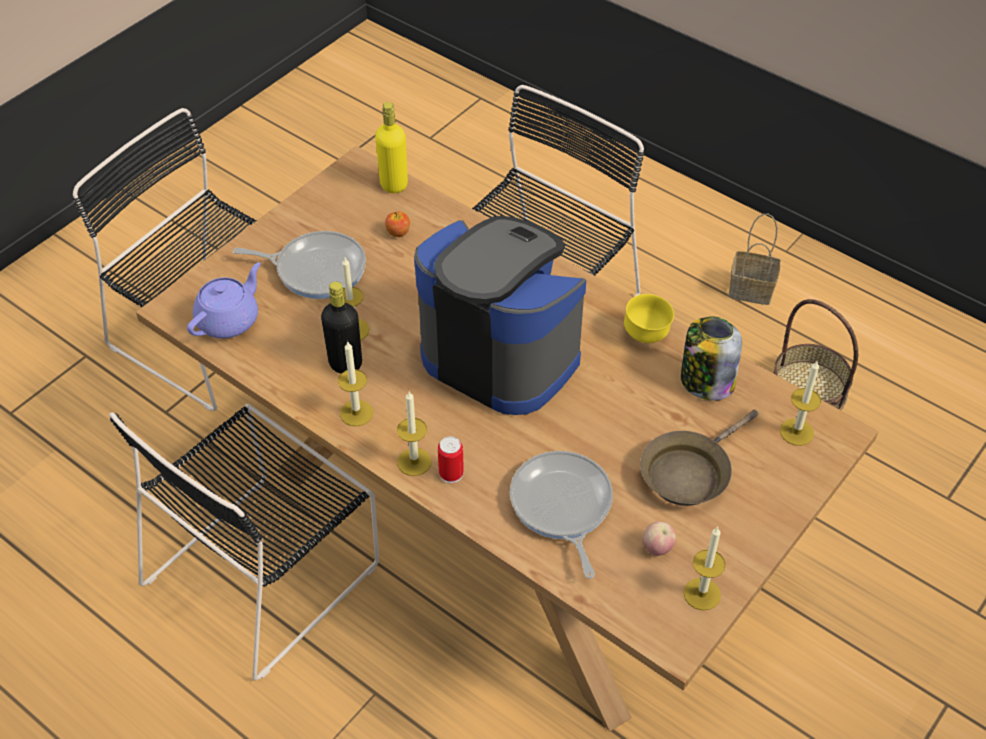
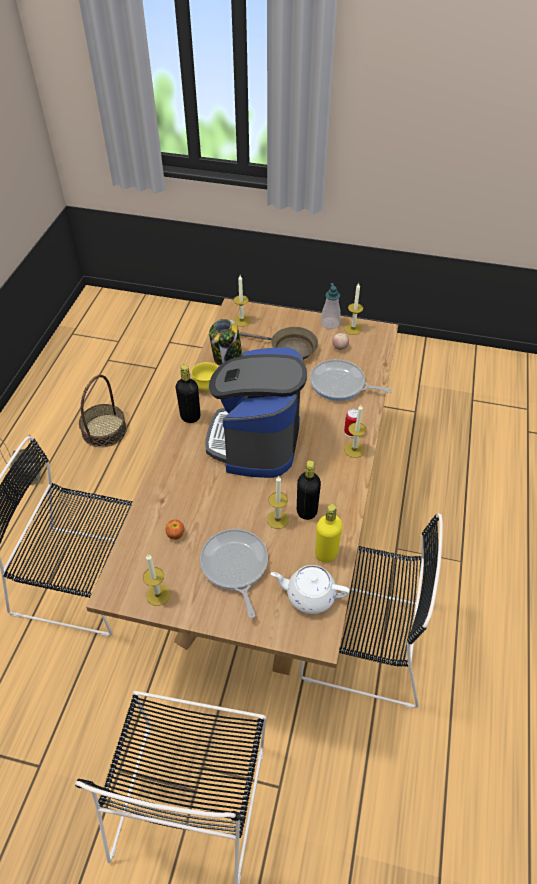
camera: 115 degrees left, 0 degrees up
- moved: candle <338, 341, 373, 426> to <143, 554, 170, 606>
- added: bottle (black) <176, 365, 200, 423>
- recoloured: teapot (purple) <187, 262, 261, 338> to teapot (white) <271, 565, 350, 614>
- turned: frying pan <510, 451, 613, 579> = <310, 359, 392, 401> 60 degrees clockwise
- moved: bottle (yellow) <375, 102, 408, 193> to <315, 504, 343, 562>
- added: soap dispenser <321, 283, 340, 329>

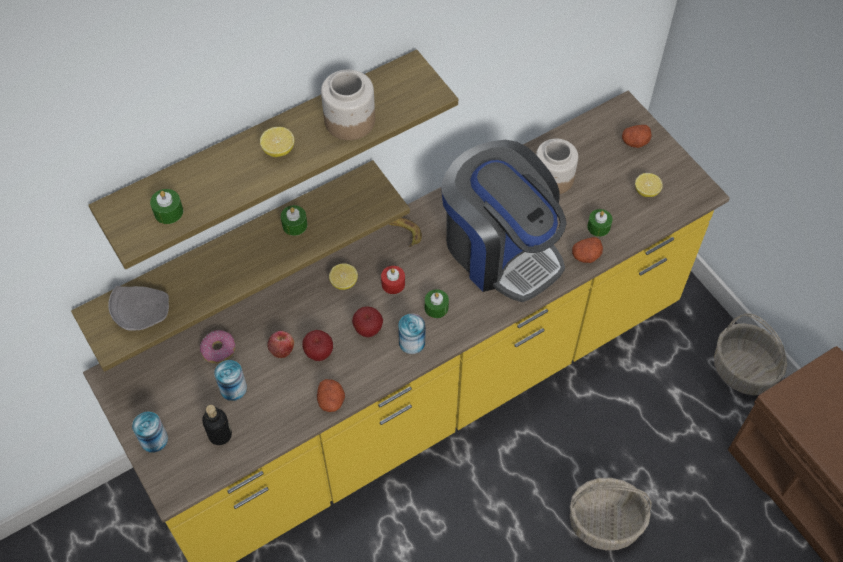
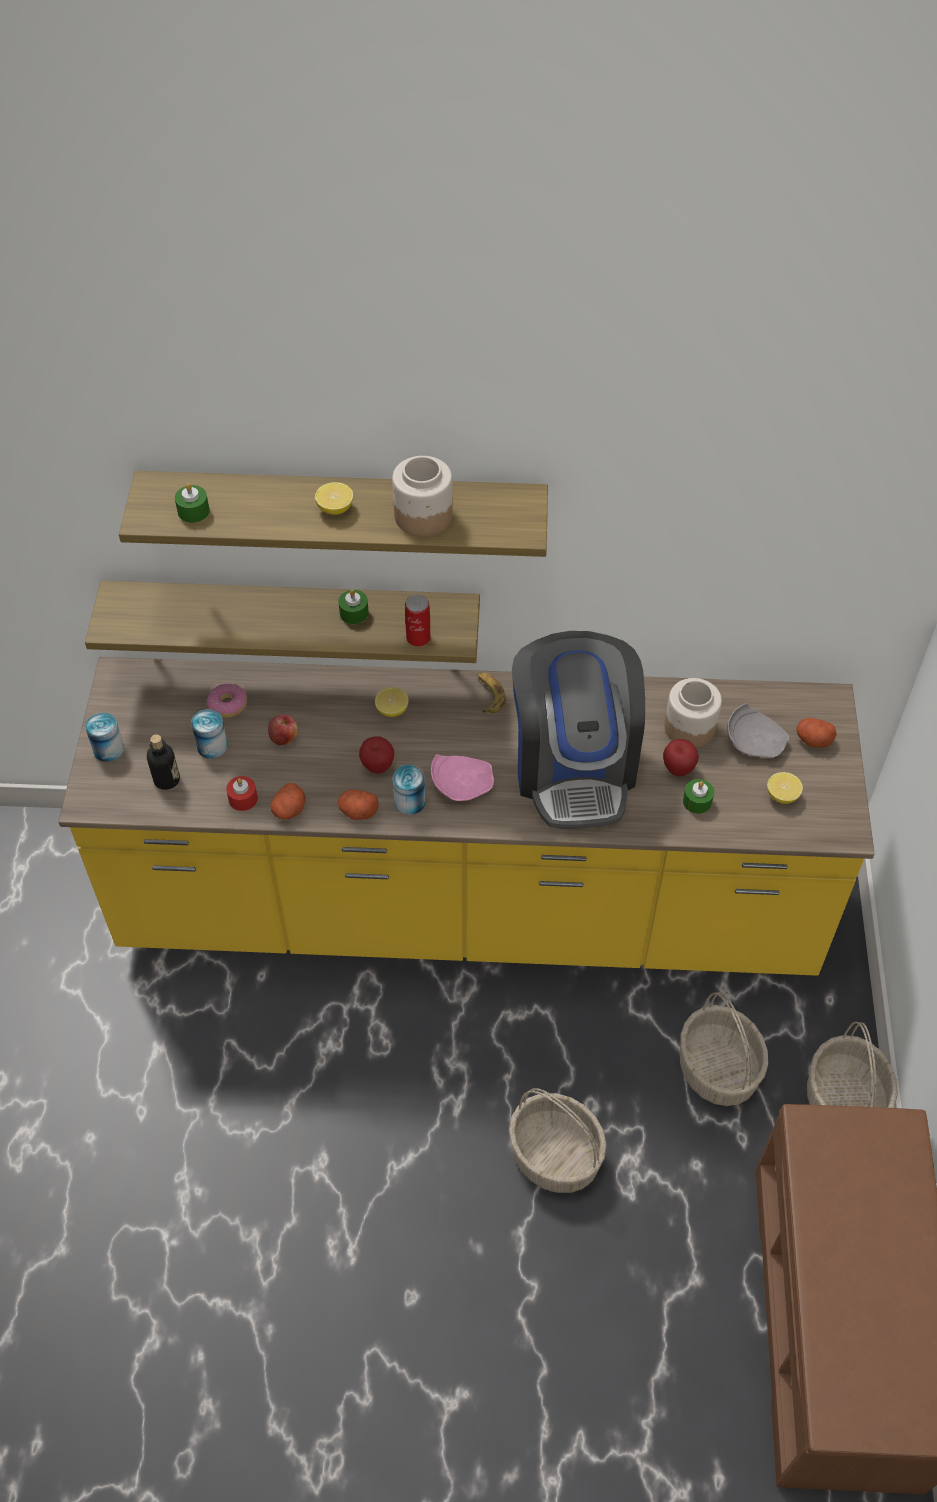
camera: 35 degrees right, 5 degrees down
- moved: candle (red) <381, 266, 405, 294> to <226, 776, 258, 811>
- moved: potato <572, 237, 603, 263> to <337, 790, 379, 820>
- added: can <405, 595, 431, 647>
- replaced: candle (green) <425, 289, 449, 318> to plate (pink) <431, 754, 494, 801>
- moved: apple <302, 330, 333, 361> to <663, 739, 699, 777>
- added: basket <680, 992, 768, 1106>
- moved: plate (grey) <108, 286, 169, 331> to <727, 703, 790, 758>

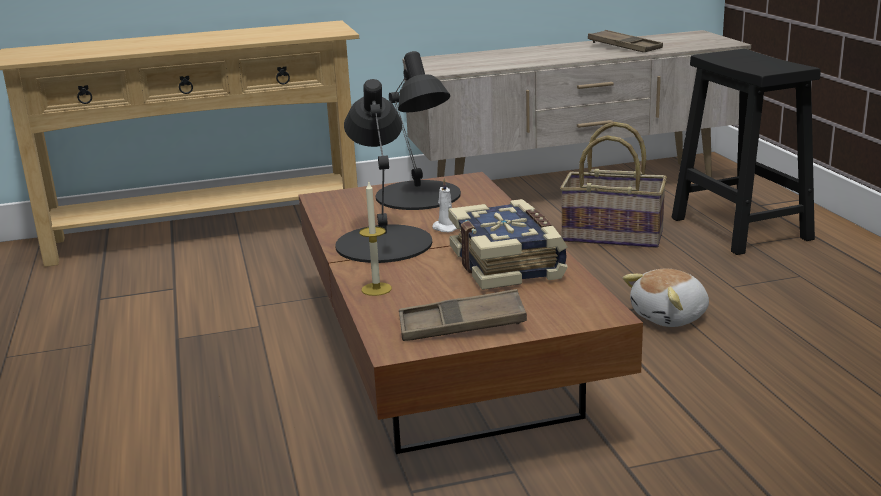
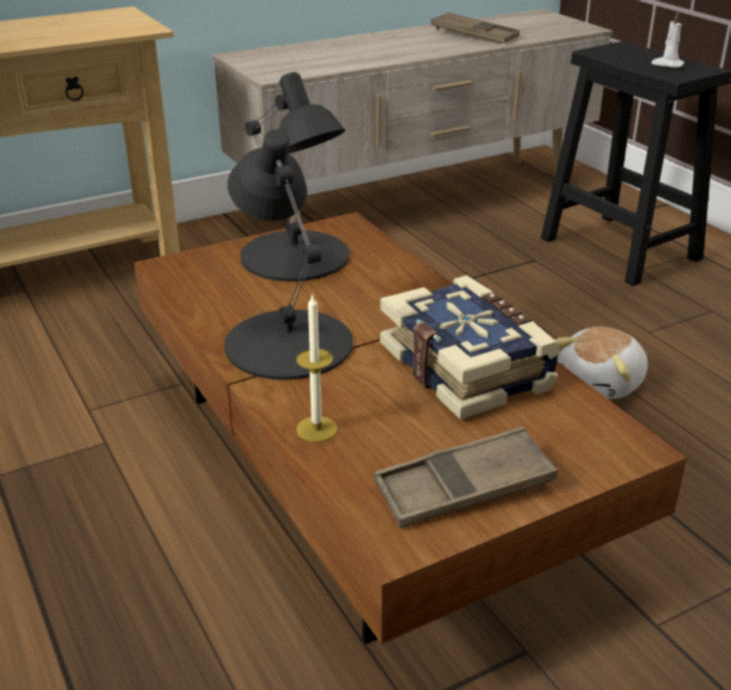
camera: 15 degrees left, 10 degrees up
- moved: candle (white) <432, 178, 457, 232> to <652, 11, 685, 68>
- removed: basket <560, 122, 667, 248>

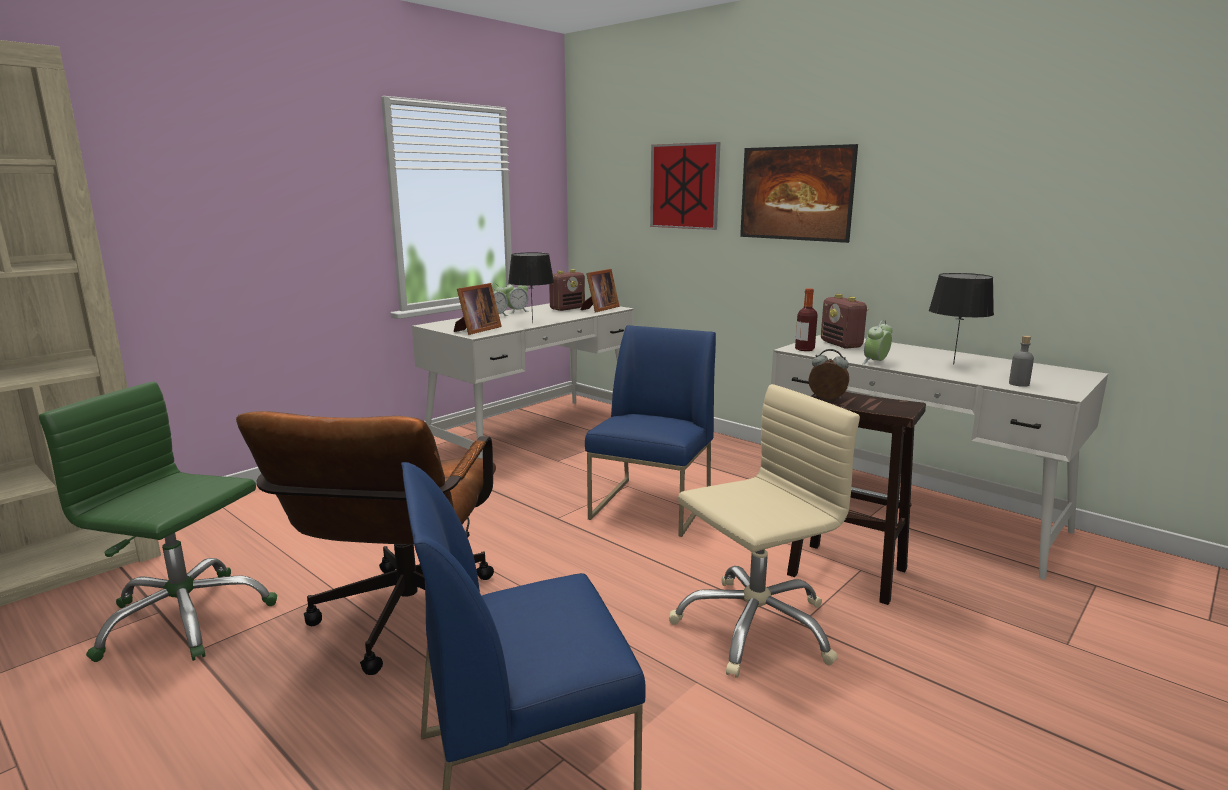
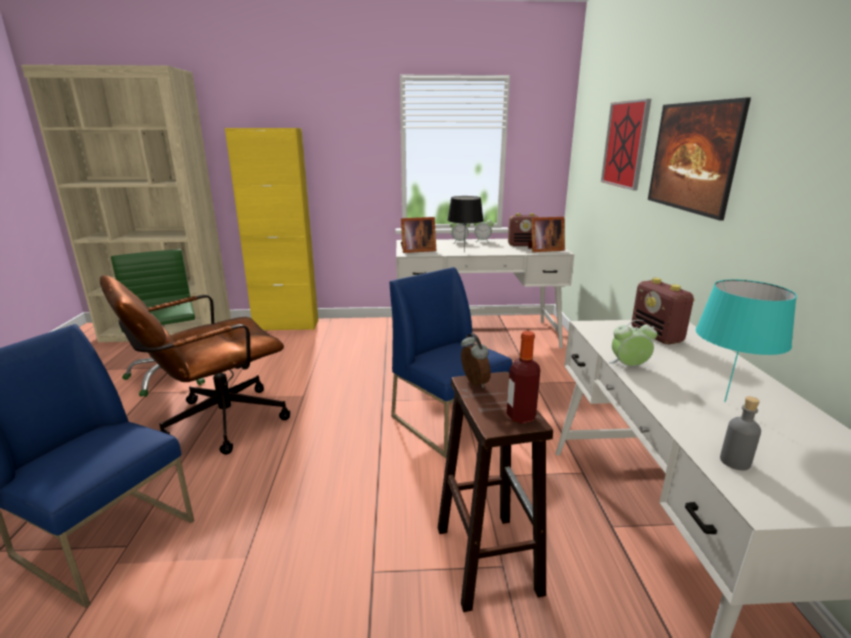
camera: 45 degrees right, 5 degrees up
- added: cabinet (yellow) <225, 128, 318, 330>
- turned: chair (blue) <585, 325, 716, 537> = <390, 267, 513, 458> 105 degrees counterclockwise
- moved: bottle <795, 288, 818, 351> to <507, 331, 541, 424>
- turned: radio <821, 294, 869, 349> = <632, 278, 695, 344> 45 degrees counterclockwise
- recoloured: table lamp (black) <929, 273, 994, 365> to table lamp (turquoise) <696, 279, 797, 402>
- removed: office chair (beige) <669, 384, 860, 678>

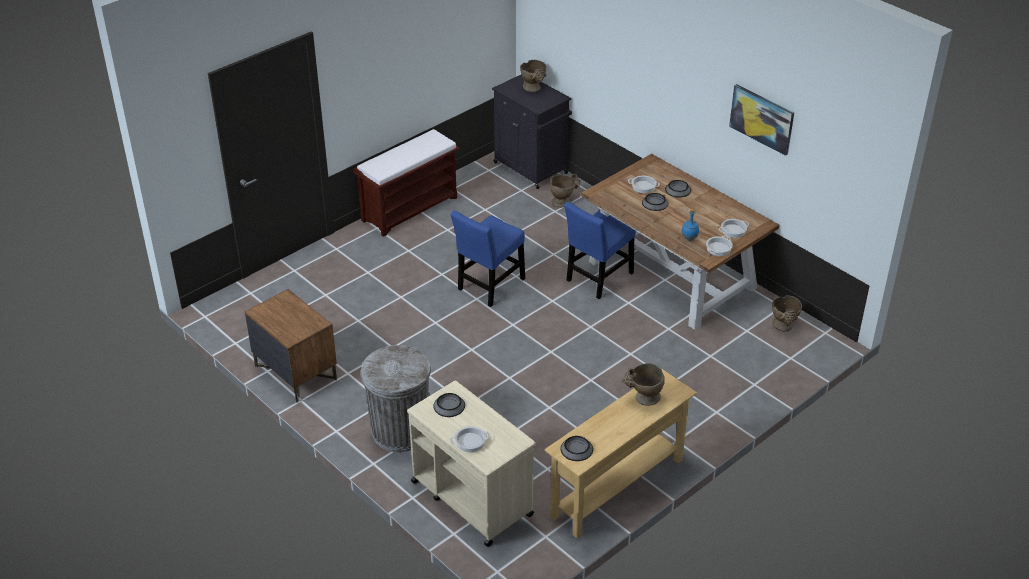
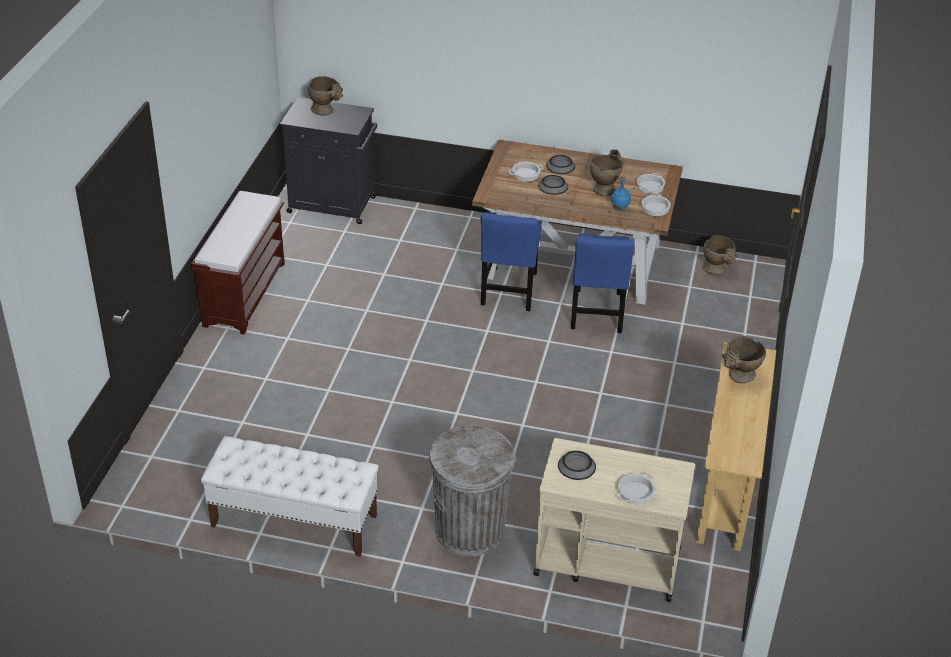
camera: 35 degrees left, 0 degrees up
- replaced: nightstand (brown) <245, 289, 337, 403> to bench (white) <201, 436, 379, 557>
- moved: chair (blue) <451, 210, 525, 307> to <571, 234, 635, 333>
- moved: vase (beige) <550, 174, 581, 207> to <590, 149, 625, 196>
- removed: bowl <561, 436, 593, 461>
- removed: picture <729, 84, 794, 156>

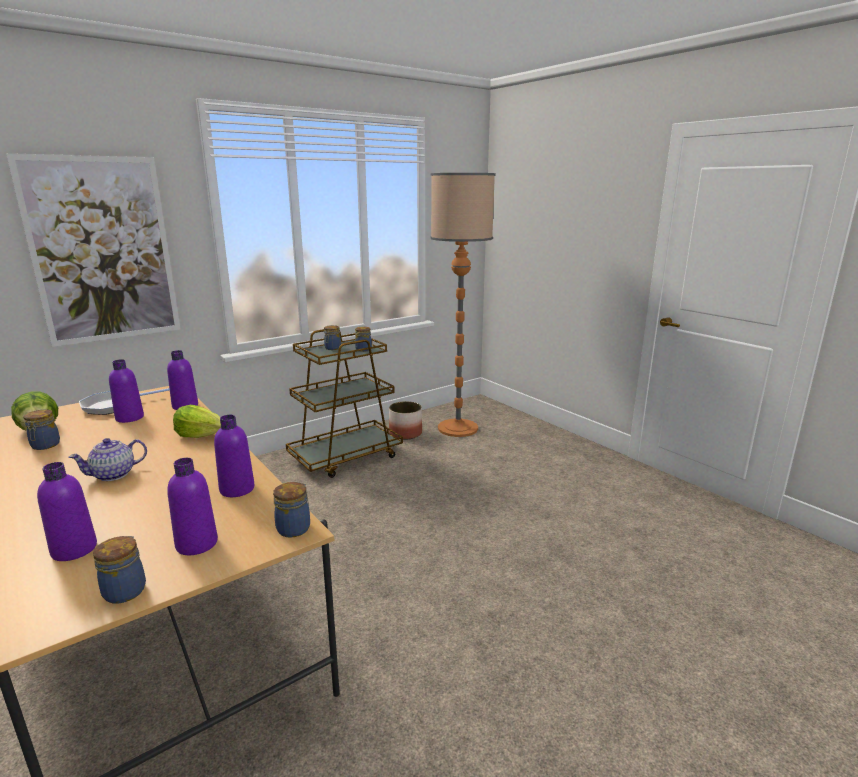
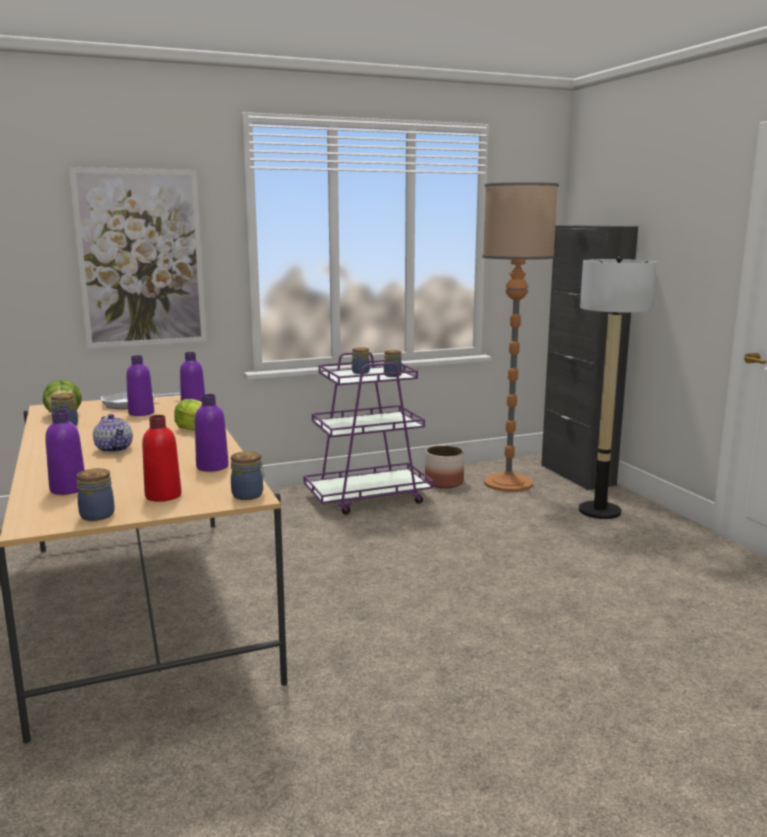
camera: 15 degrees right, 5 degrees down
- turned: teapot <68, 438, 147, 481> = <93, 414, 133, 453> 105 degrees counterclockwise
- recoloured: bottle (purple) <167, 458, 218, 555> to bottle (red) <142, 415, 181, 502>
- recoloured: cart (brown) <286, 329, 403, 478> to cart (purple) <304, 352, 433, 515>
- added: cabinet (black) <541, 225, 638, 490>
- added: floor lamp <579, 256, 656, 519>

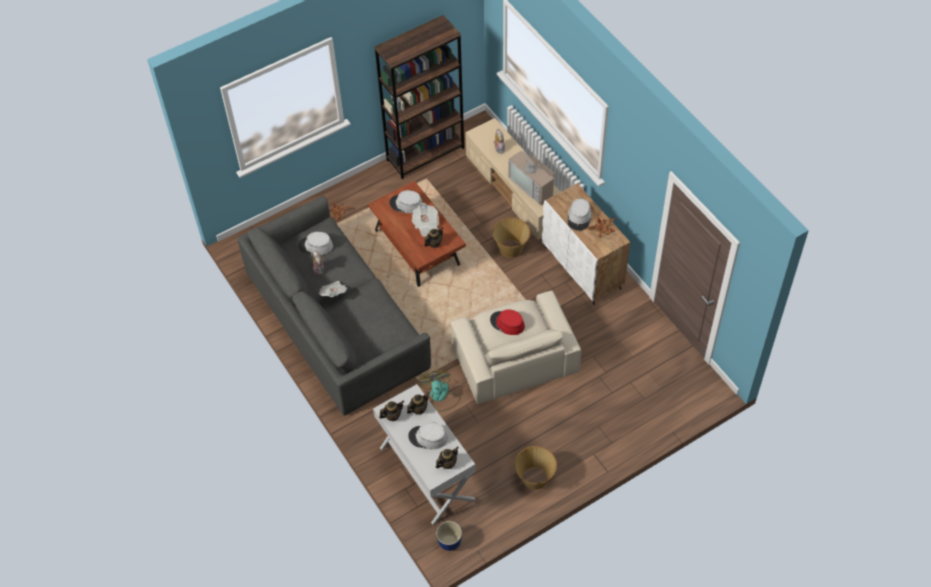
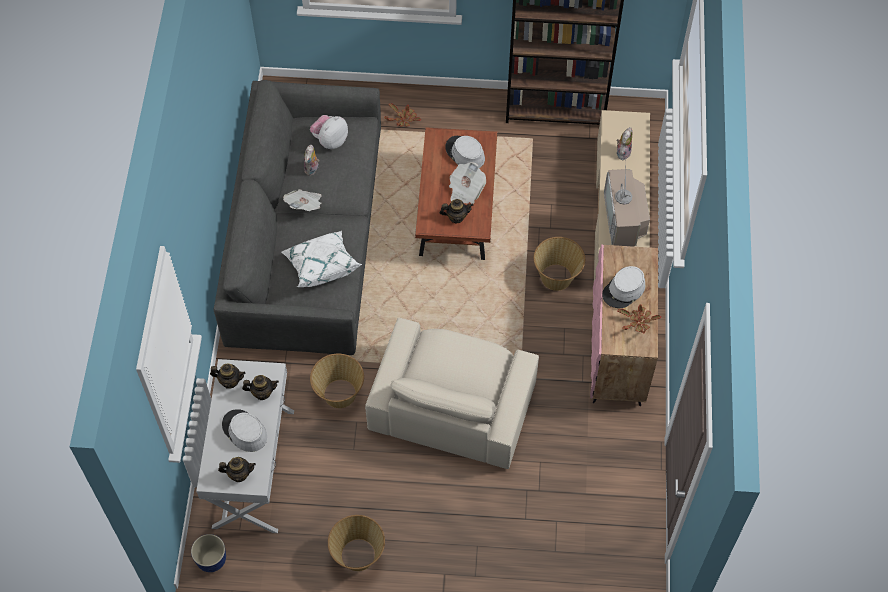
camera: 35 degrees right, 5 degrees up
- added: pillow (white) <281, 231, 362, 287>
- replaced: hat (grey) <298, 232, 333, 255> to plush toy <310, 115, 348, 149>
- replaced: fan <419, 370, 461, 411> to basket <310, 354, 364, 408>
- recoloured: cabinet (white) <542, 183, 630, 305> to cabinet (pink) <590, 245, 658, 406>
- removed: hat (red) <490, 309, 525, 335>

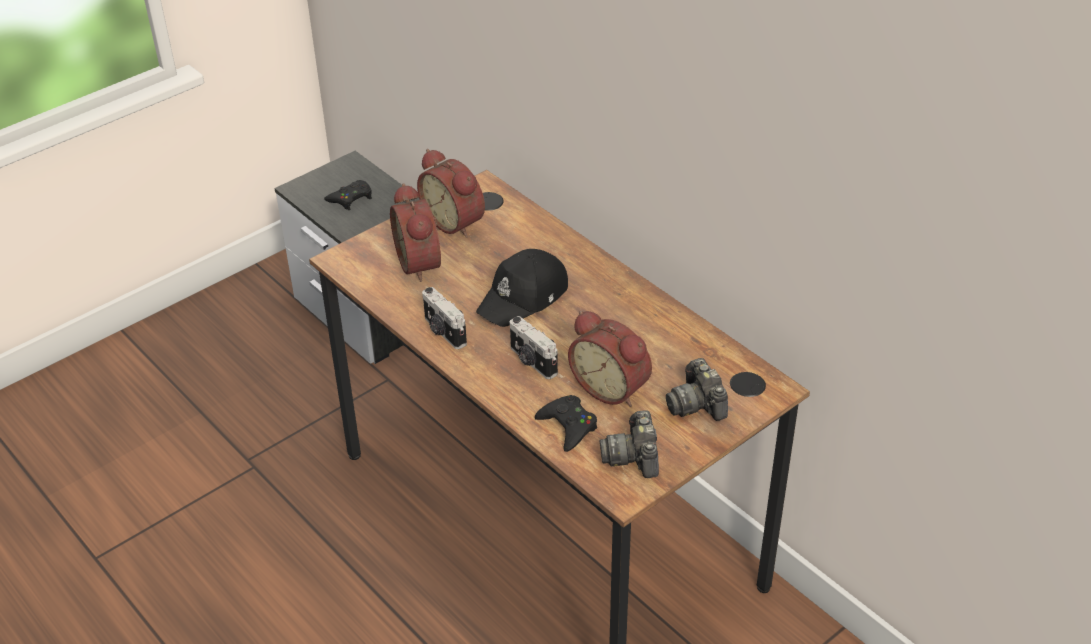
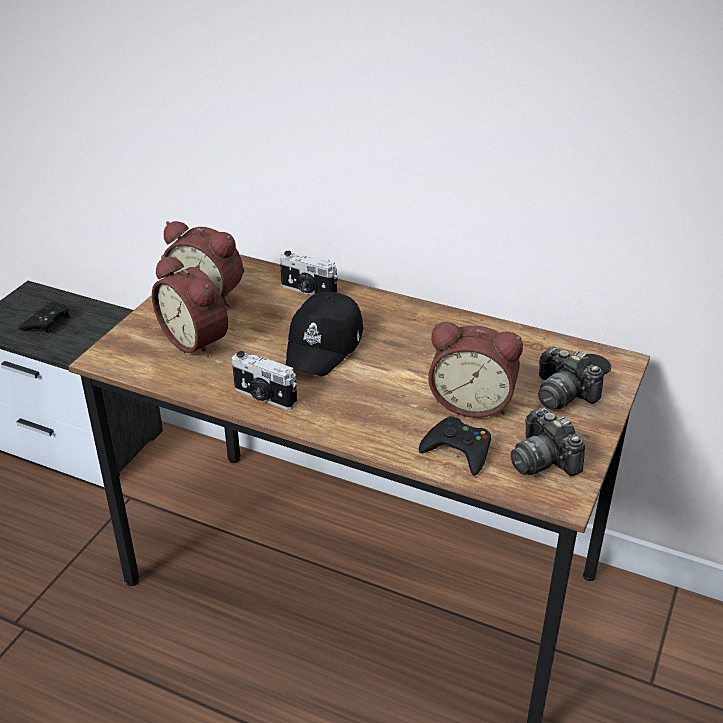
camera: 25 degrees left, 5 degrees down
- moved: photo camera <510, 316, 558, 379> to <280, 251, 338, 295>

